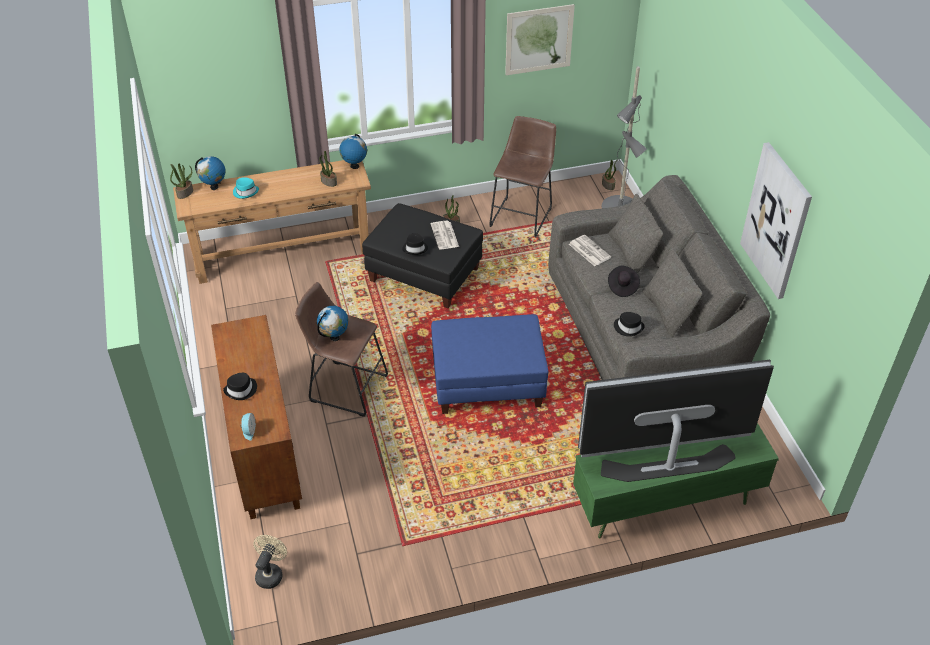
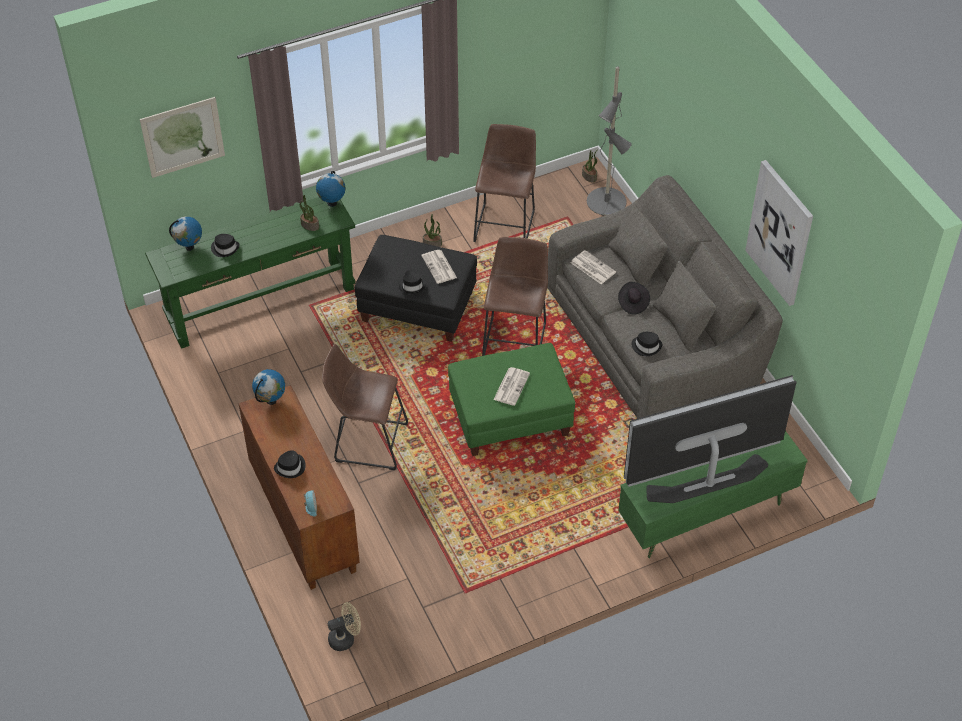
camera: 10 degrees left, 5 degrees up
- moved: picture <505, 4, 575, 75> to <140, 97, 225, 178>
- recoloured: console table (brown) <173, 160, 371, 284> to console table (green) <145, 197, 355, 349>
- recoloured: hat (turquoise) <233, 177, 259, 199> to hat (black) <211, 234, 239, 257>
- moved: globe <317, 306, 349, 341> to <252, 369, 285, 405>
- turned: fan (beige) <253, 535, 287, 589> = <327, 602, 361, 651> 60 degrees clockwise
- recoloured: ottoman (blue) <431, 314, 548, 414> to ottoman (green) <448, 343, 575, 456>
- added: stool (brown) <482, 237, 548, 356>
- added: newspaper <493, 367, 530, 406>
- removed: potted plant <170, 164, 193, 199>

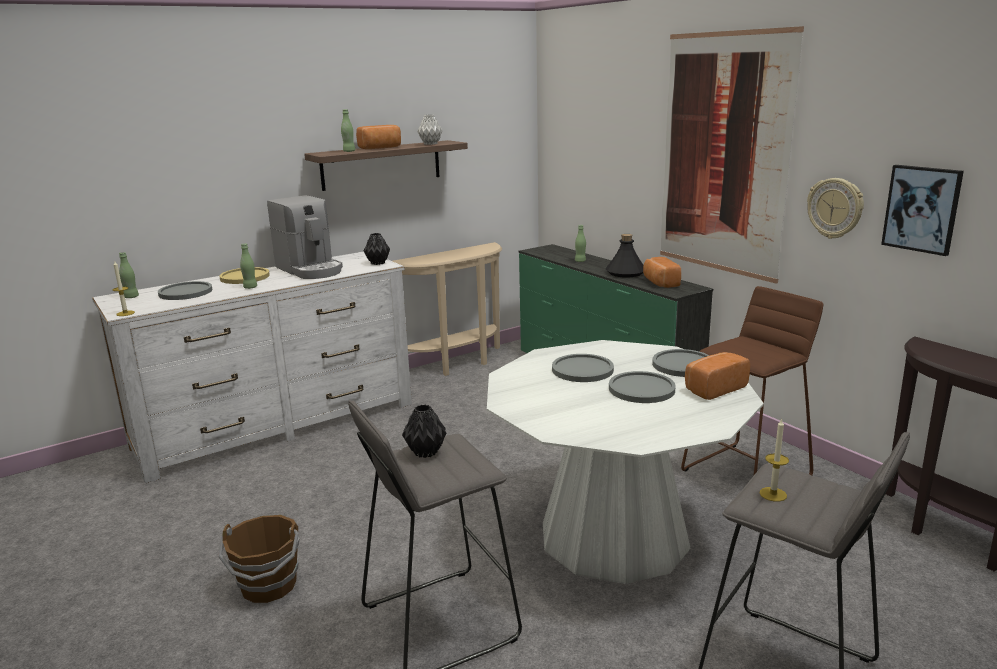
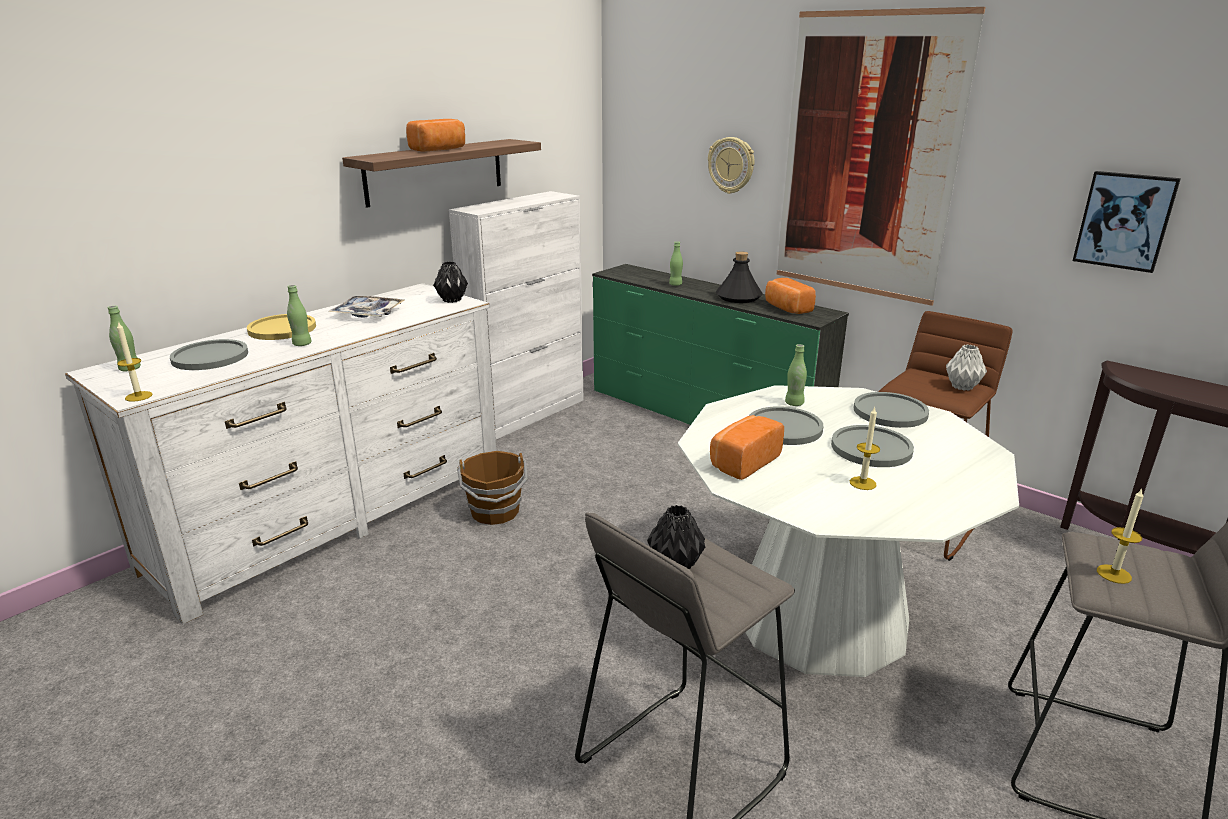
camera: 15 degrees left, 5 degrees up
- replaced: coffee machine <267, 195, 343, 279> to tray <328, 296, 404, 317>
- replaced: console table (beige) <393, 242, 502, 376> to cabinet (white) <449, 191, 583, 439>
- moved: bucket (brown) <218, 515, 299, 603> to <457, 451, 528, 525>
- moved: wall clock <807, 178, 864, 239> to <708, 137, 755, 194>
- moved: bread <685, 352, 750, 400> to <710, 415, 784, 480>
- moved: bottle (green) <341, 109, 355, 152> to <785, 344, 807, 406>
- added: candle <850, 407, 880, 490>
- moved: vase (grey) <417, 115, 442, 145> to <946, 344, 987, 391>

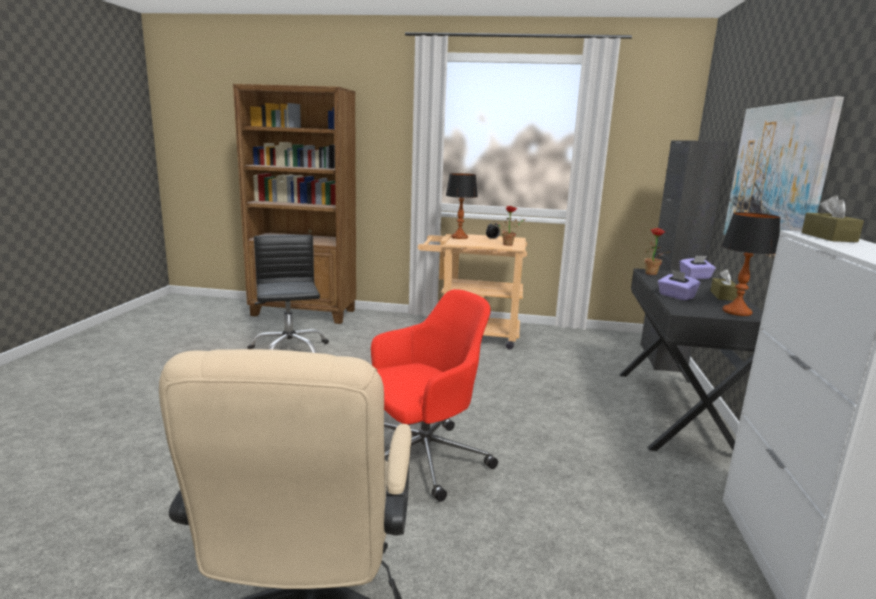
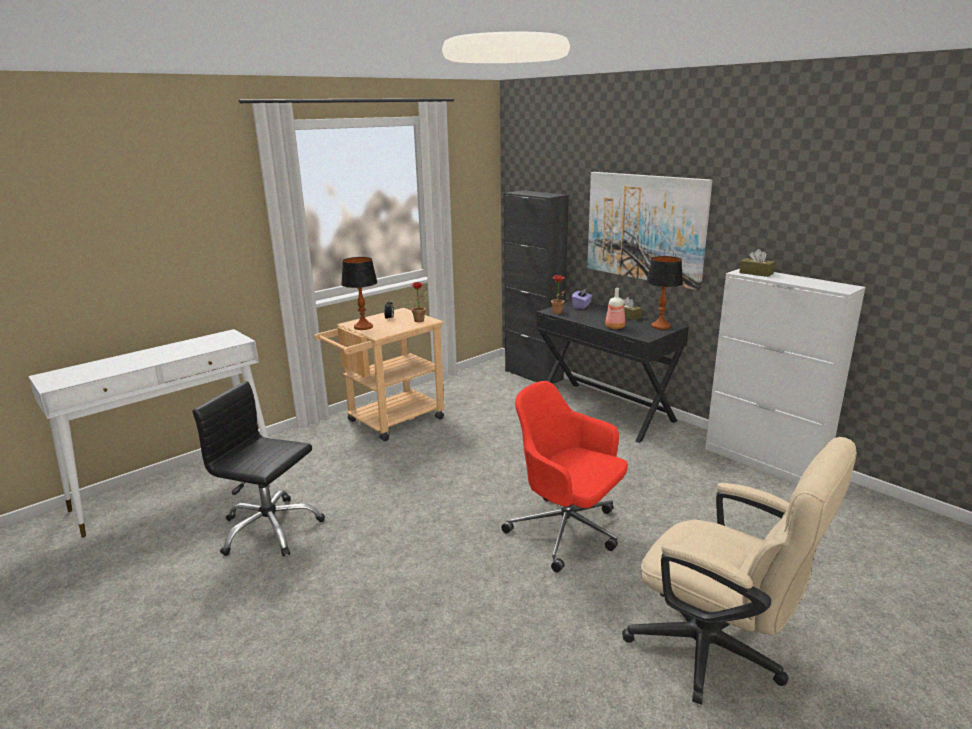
camera: 50 degrees left, 5 degrees up
- replaced: bookcase (brown) <233, 84, 356, 324> to console table (white) <28, 329, 268, 538>
- turned: office chair (red) <371, 289, 498, 502> = <501, 381, 628, 573> 60 degrees counterclockwise
- replaced: tissue box (purple) <658, 270, 700, 300> to bottle <605, 288, 625, 329>

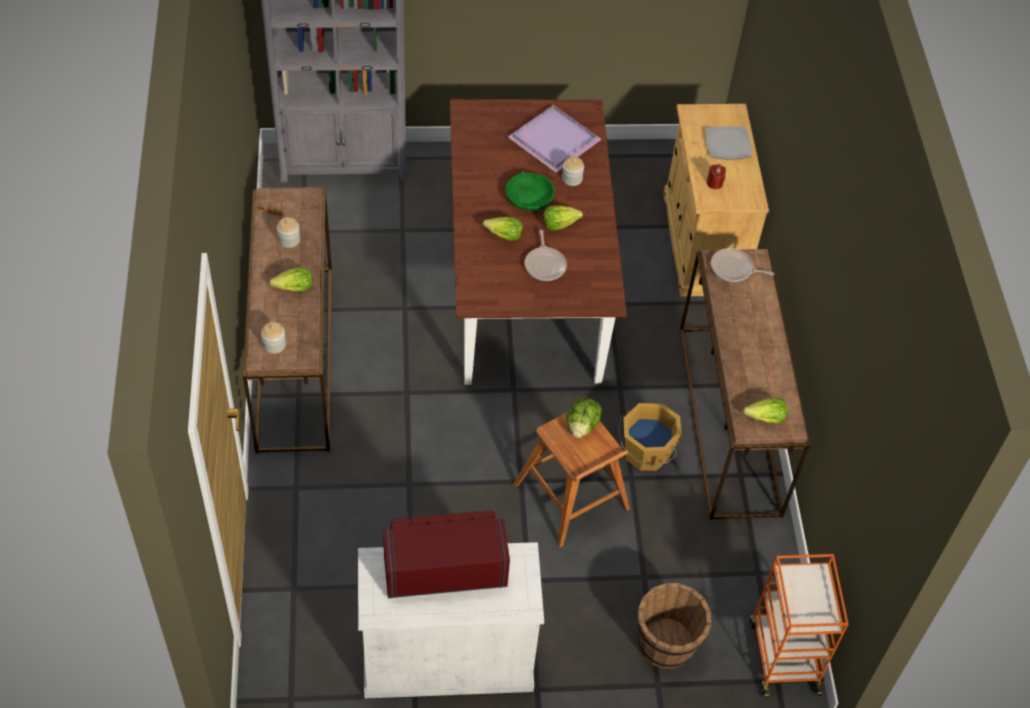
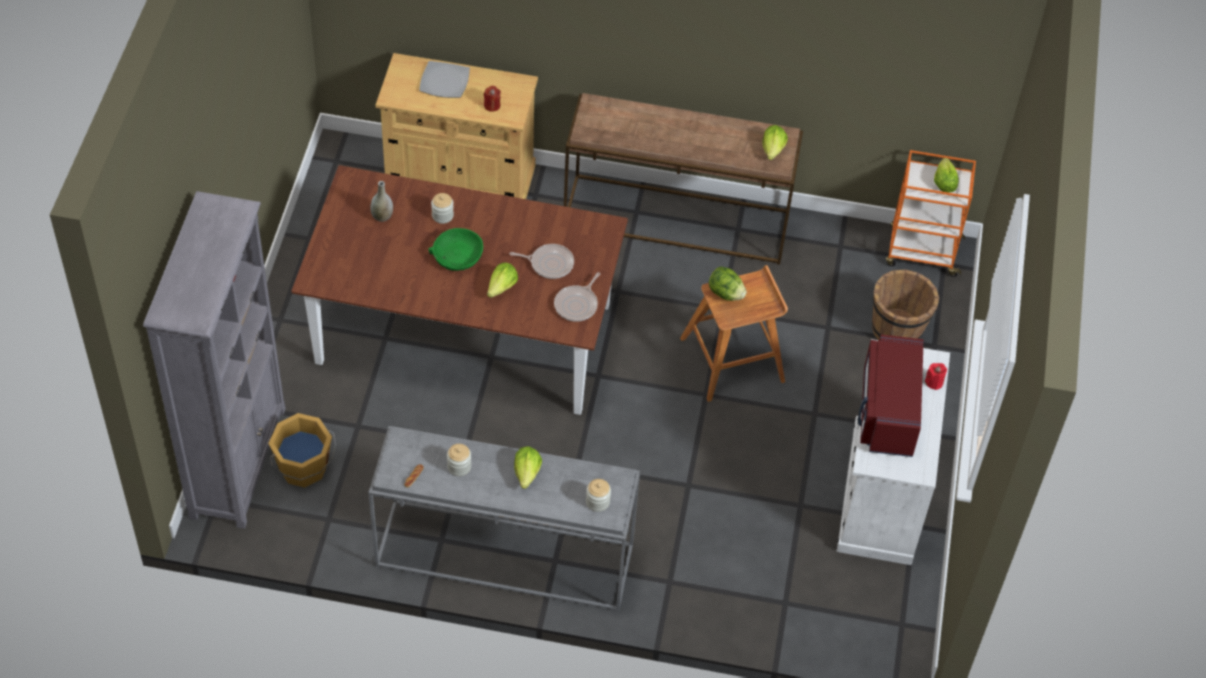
camera: 75 degrees left, 0 degrees up
- moved: bucket (orange) <618, 403, 682, 471> to <268, 413, 336, 488>
- recoloured: console table (brown) <243, 187, 332, 453> to console table (grey) <368, 426, 640, 612>
- replaced: tray (purple) <508, 105, 602, 173> to vase (grey) <370, 181, 393, 222>
- moved: frying pan <711, 248, 774, 282> to <554, 272, 600, 322>
- added: candle (red) <925, 363, 947, 390>
- moved: lettuce <543, 206, 583, 231> to <934, 158, 959, 193>

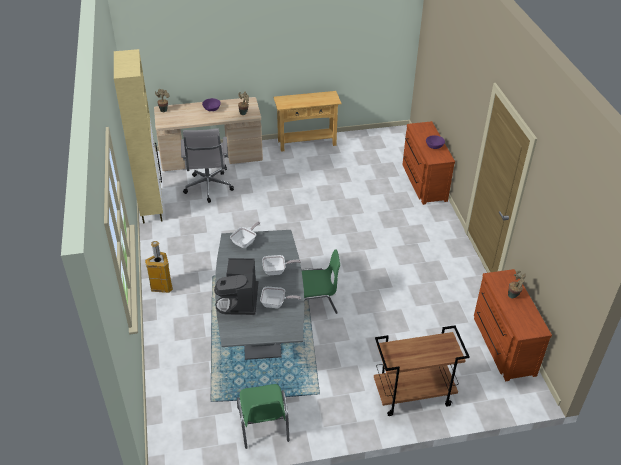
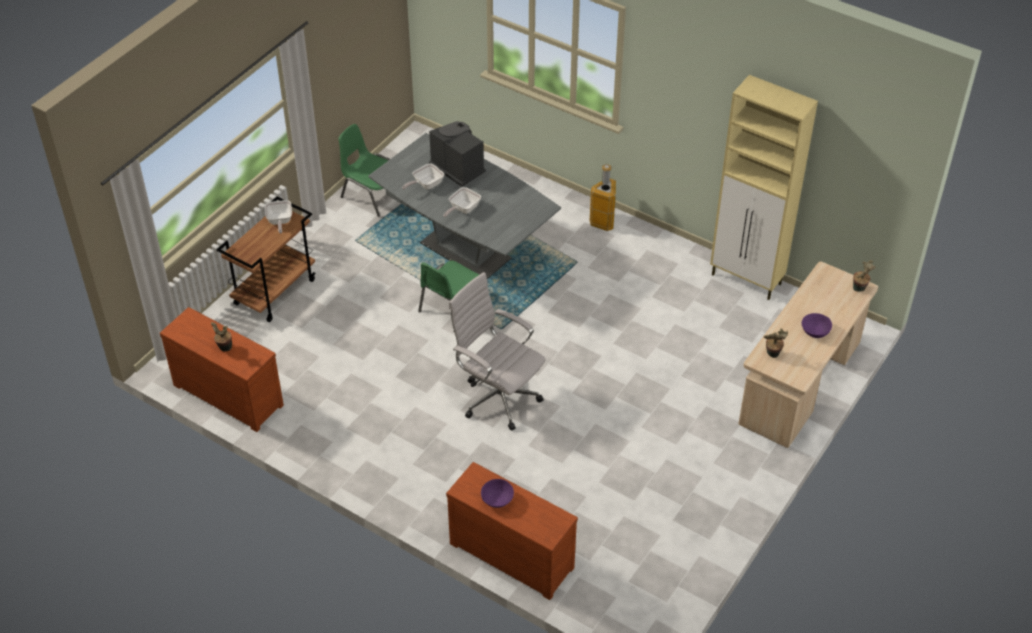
camera: 135 degrees right, 5 degrees up
- moved: frying pan <230, 222, 260, 248> to <265, 200, 292, 233>
- moved: office chair (white) <181, 128, 234, 203> to <449, 272, 546, 430>
- removed: console table (beige) <274, 91, 342, 152>

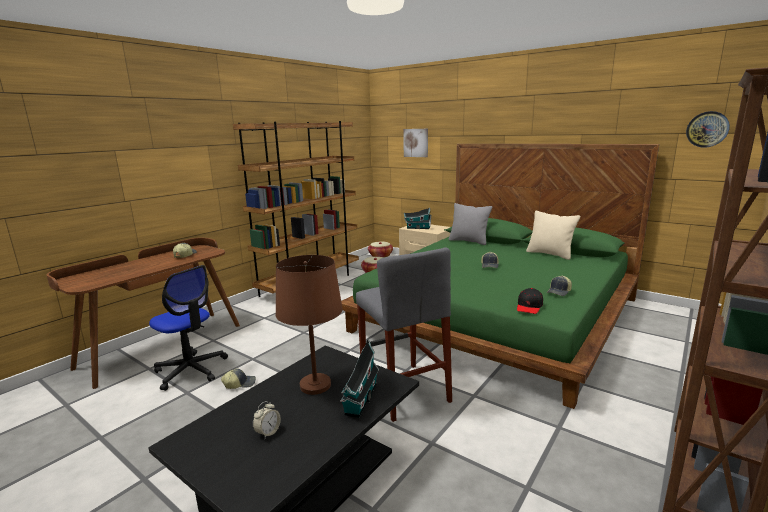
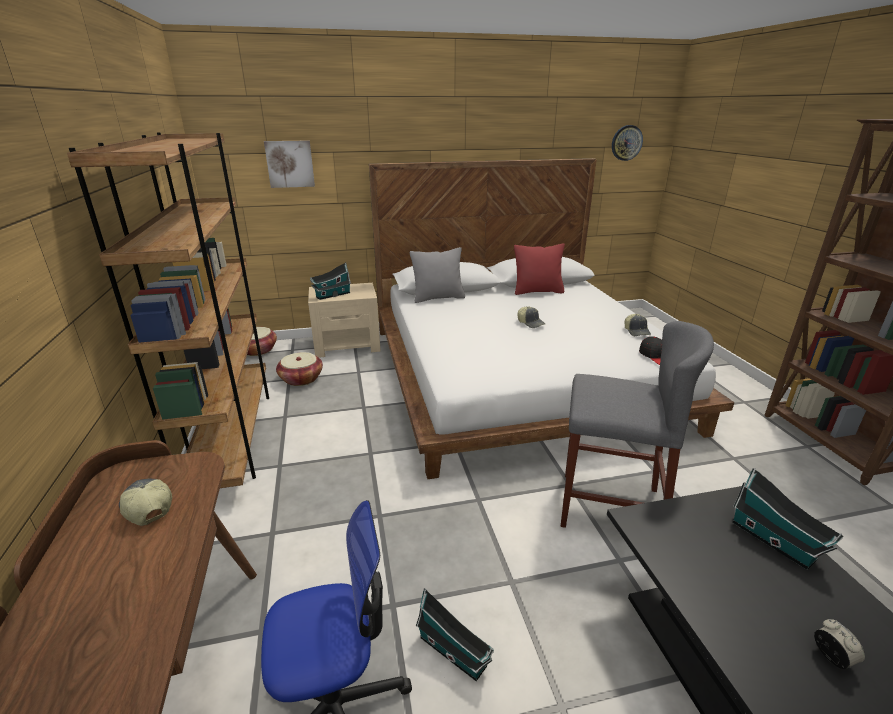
camera: 50 degrees left, 10 degrees up
- recoloured: bed (green) <341, 144, 659, 409> to bed (white) <369, 158, 734, 479>
- replaced: cap <221, 368, 256, 389> to toy house <416, 589, 494, 681>
- recoloured: pillow (beige) <526, 211, 580, 260> to pillow (red) <514, 243, 565, 295>
- removed: table lamp (brown) <276, 255, 343, 395>

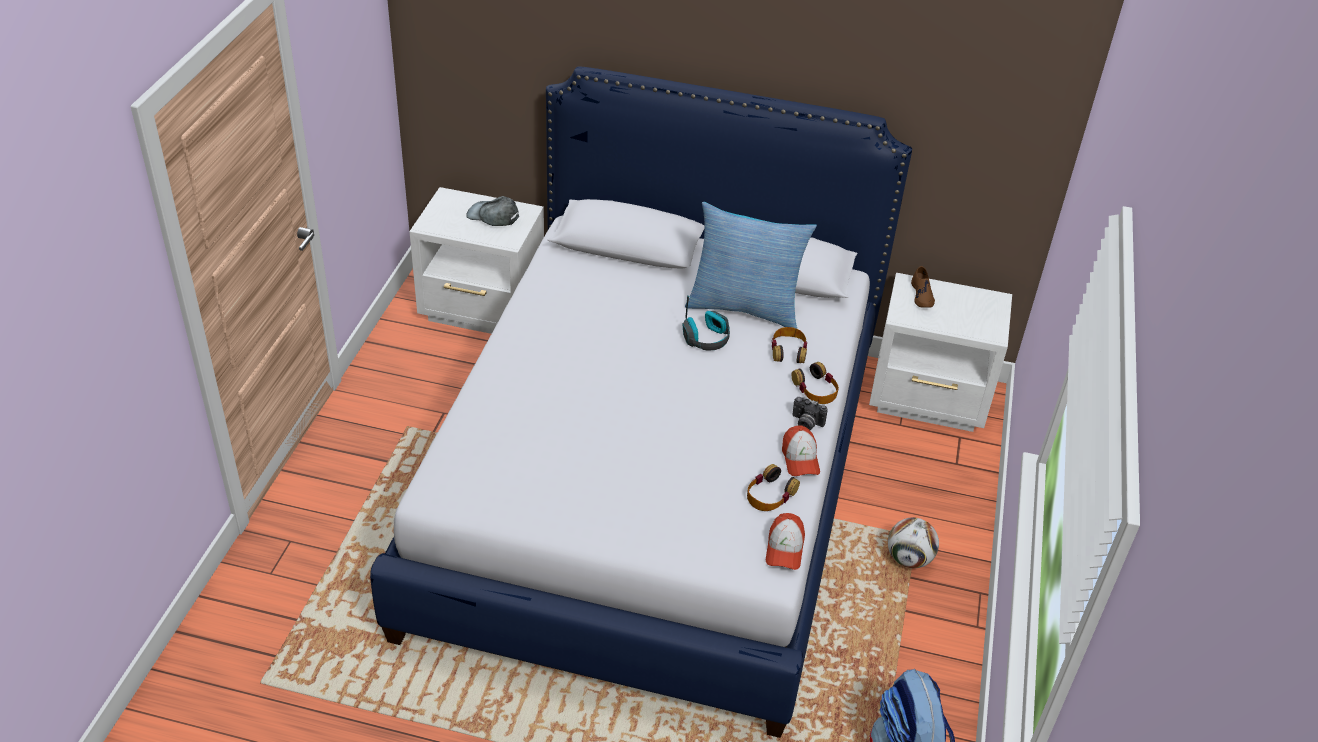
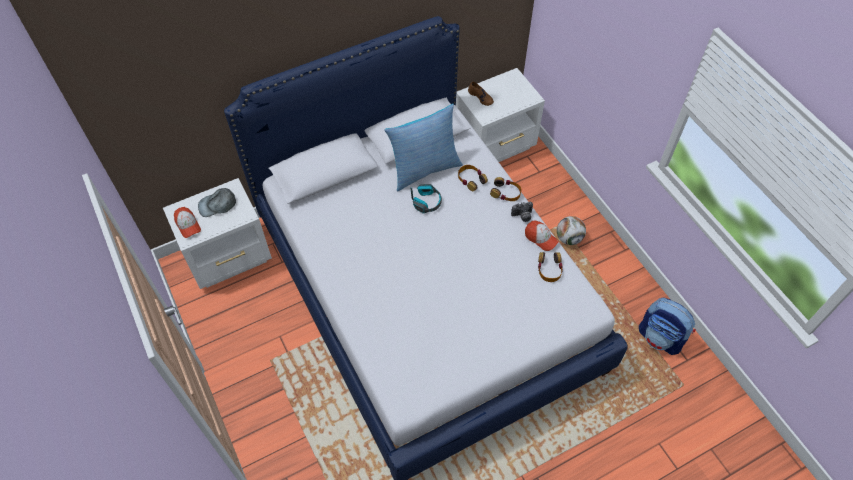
camera: 40 degrees left, 15 degrees up
- moved: cap <766, 513, 805, 570> to <174, 207, 201, 238>

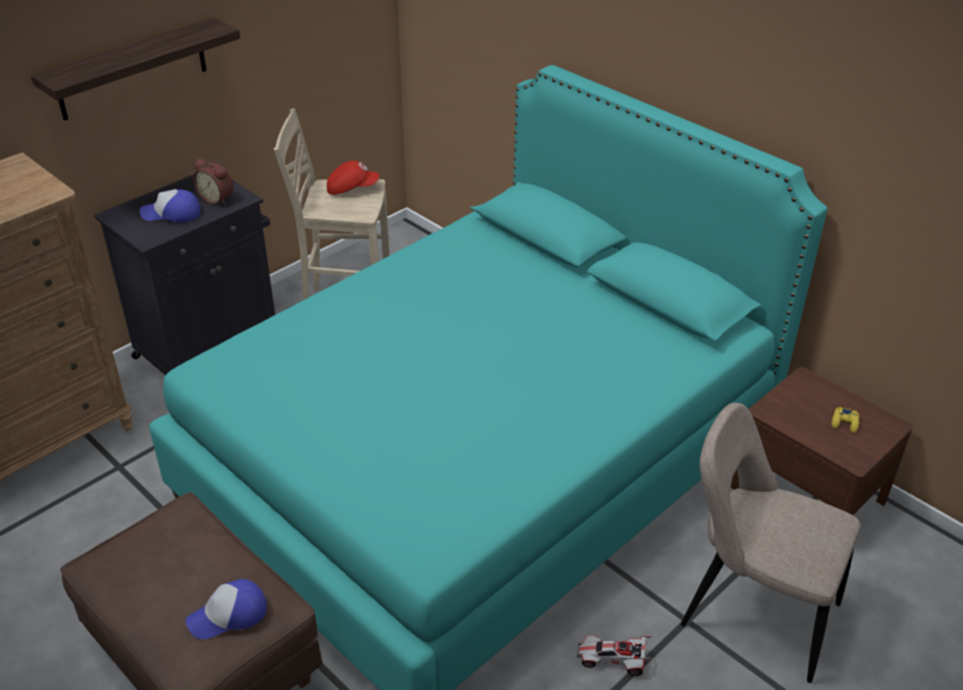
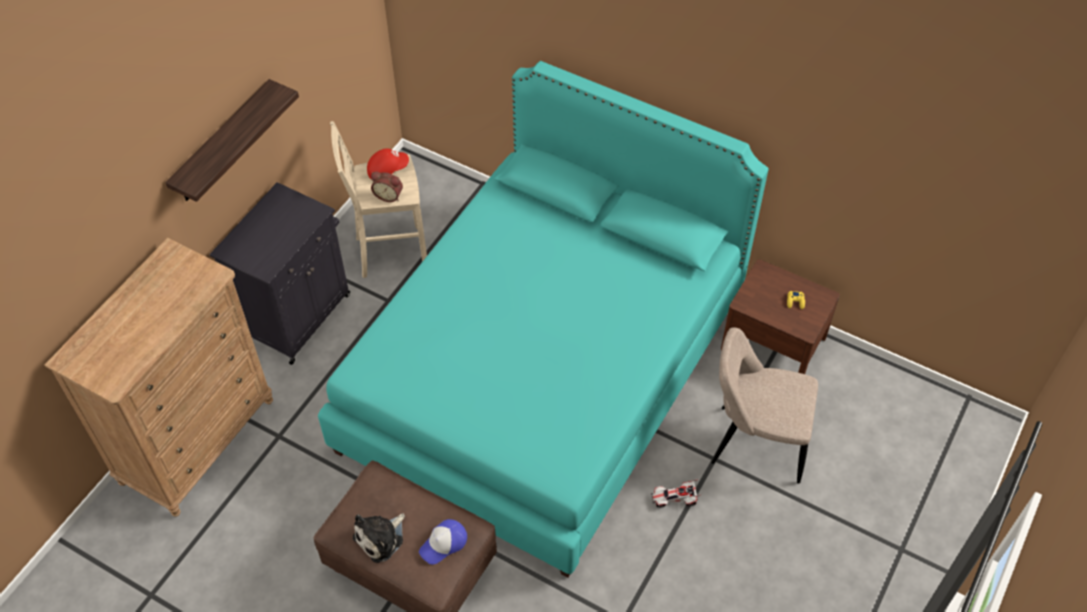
camera: 15 degrees left, 15 degrees up
- added: plush toy <353, 513, 405, 563>
- moved: alarm clock <193, 158, 233, 205> to <371, 172, 403, 202>
- removed: cap <140, 189, 201, 223>

